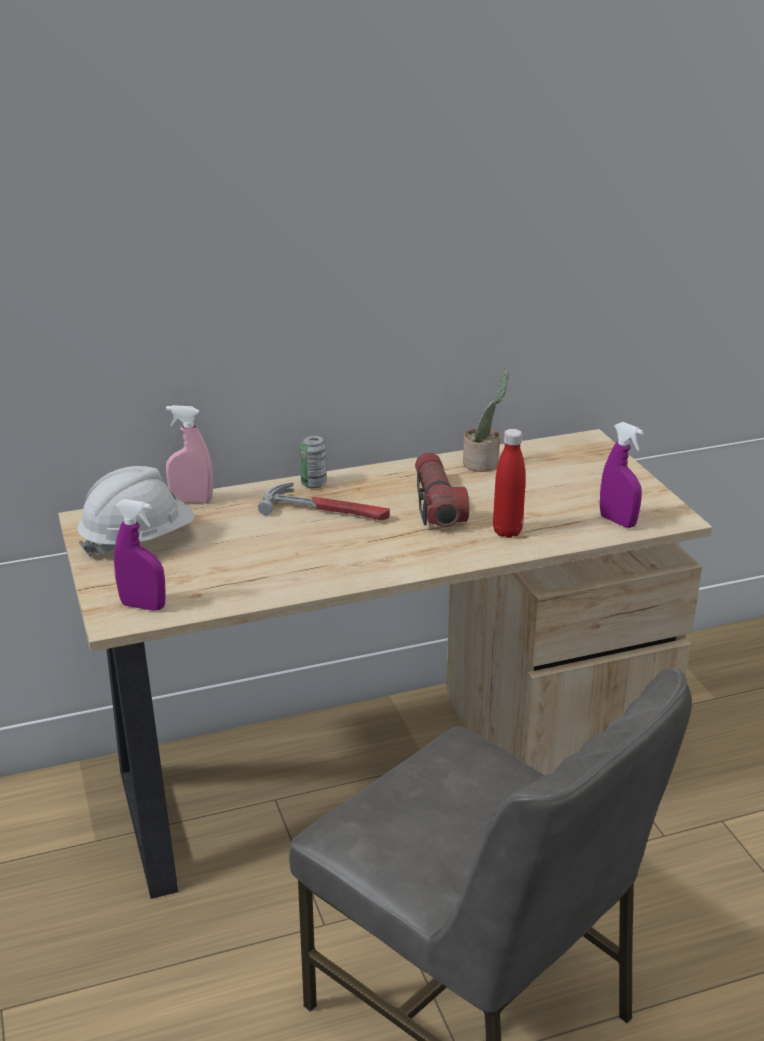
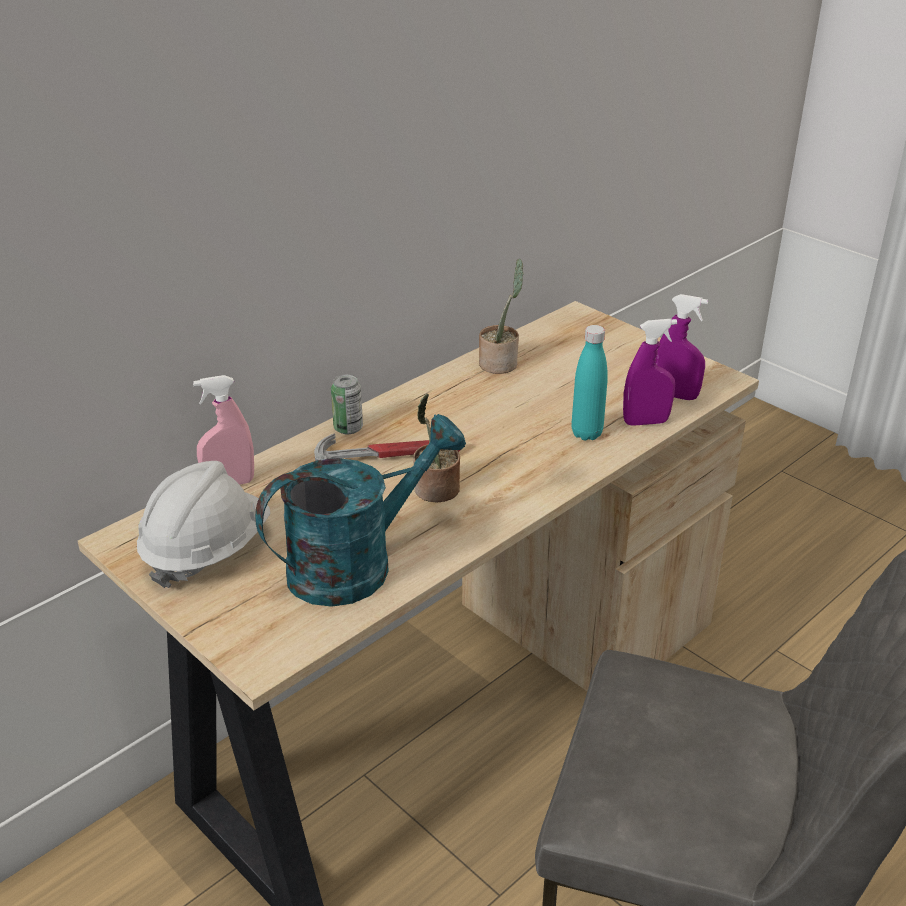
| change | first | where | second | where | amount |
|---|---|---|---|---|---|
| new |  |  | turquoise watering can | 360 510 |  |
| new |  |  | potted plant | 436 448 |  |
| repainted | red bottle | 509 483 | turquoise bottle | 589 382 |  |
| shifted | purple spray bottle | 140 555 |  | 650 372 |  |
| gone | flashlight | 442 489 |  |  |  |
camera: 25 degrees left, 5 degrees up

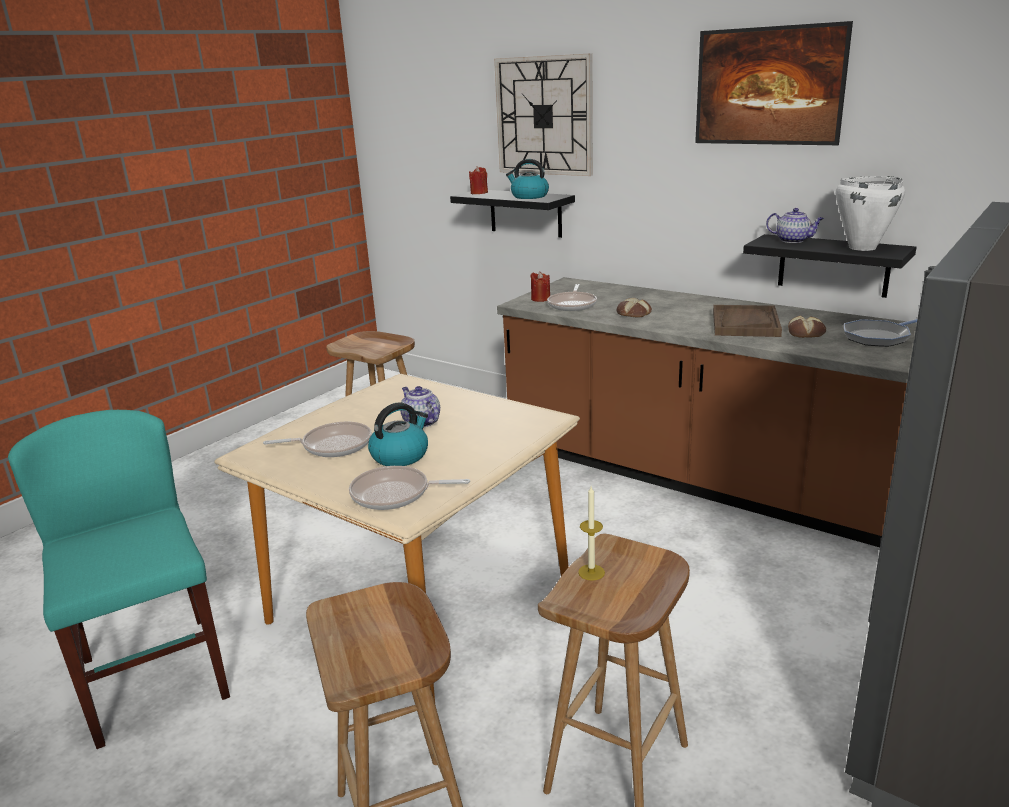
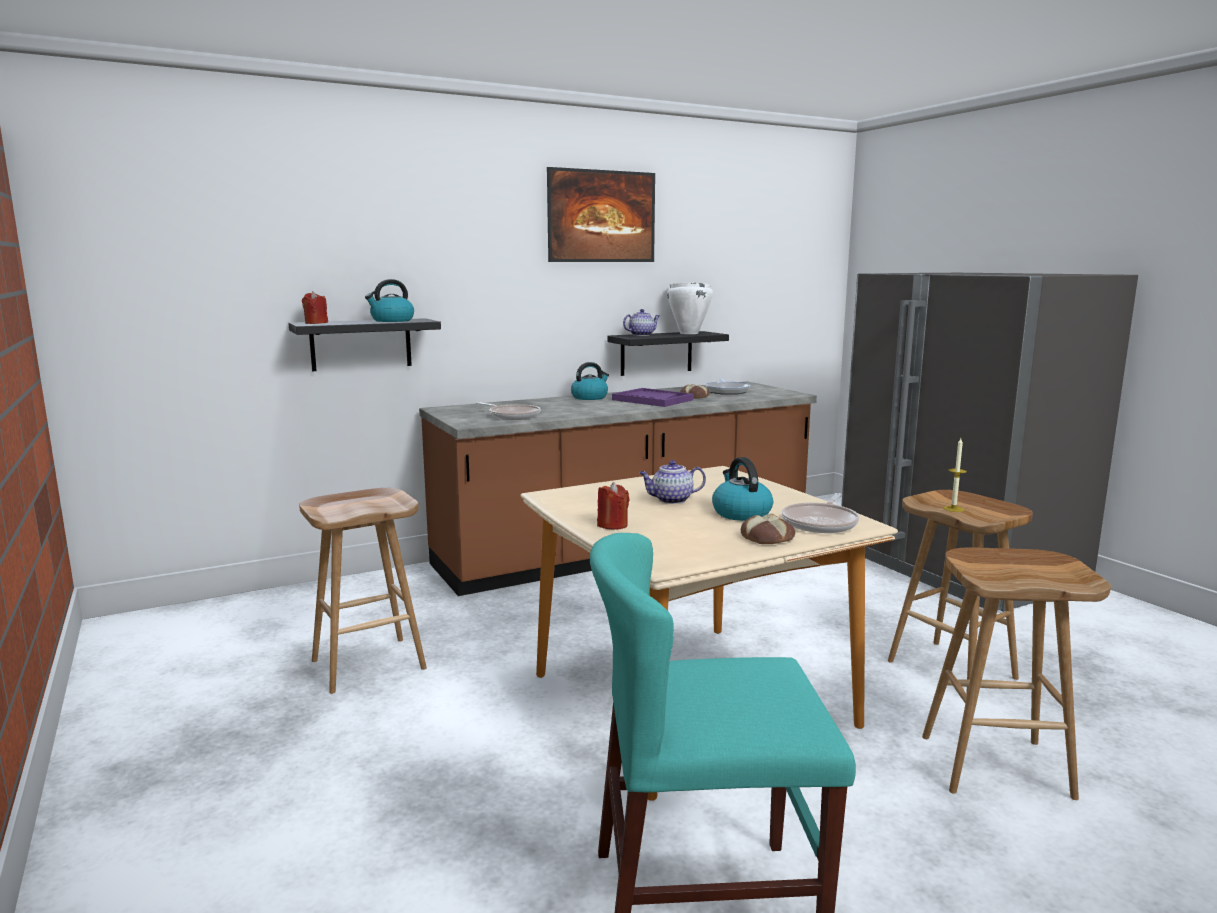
| change | first | where | second | where | amount |
|---|---|---|---|---|---|
| new |  |  | kettle | 590 381 |  |
| shifted | red candle | 540 286 |  | 613 506 |  |
| repainted | brown tray | 747 321 | purple tray | 653 397 |  |
| shifted | bread | 634 308 |  | 768 529 |  |
| gone | frying pan | 317 439 |  |  |  |
| gone | wall clock | 543 114 |  |  |  |
camera: 65 degrees left, 10 degrees down

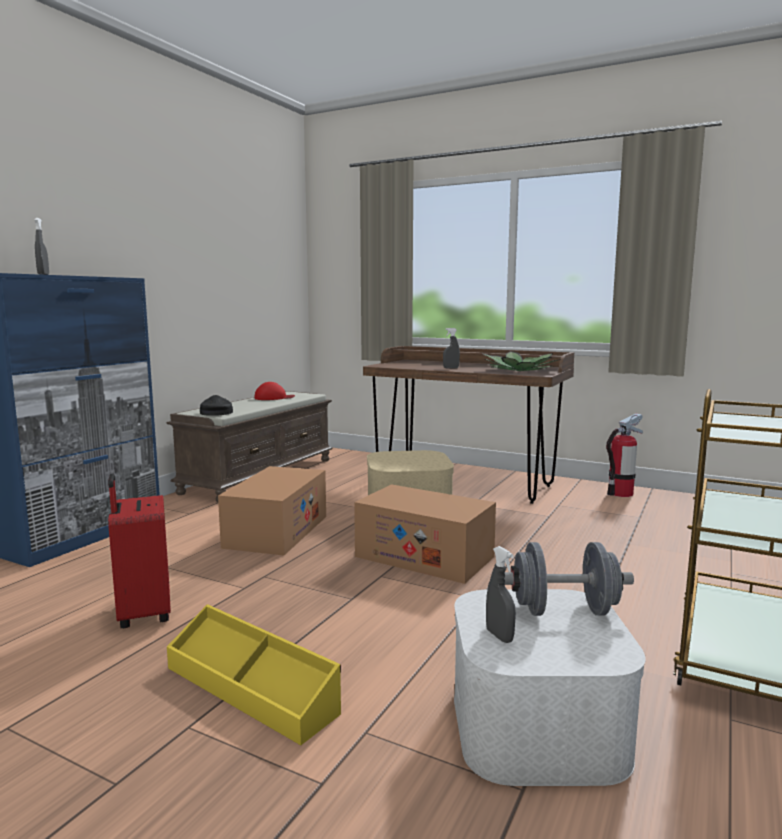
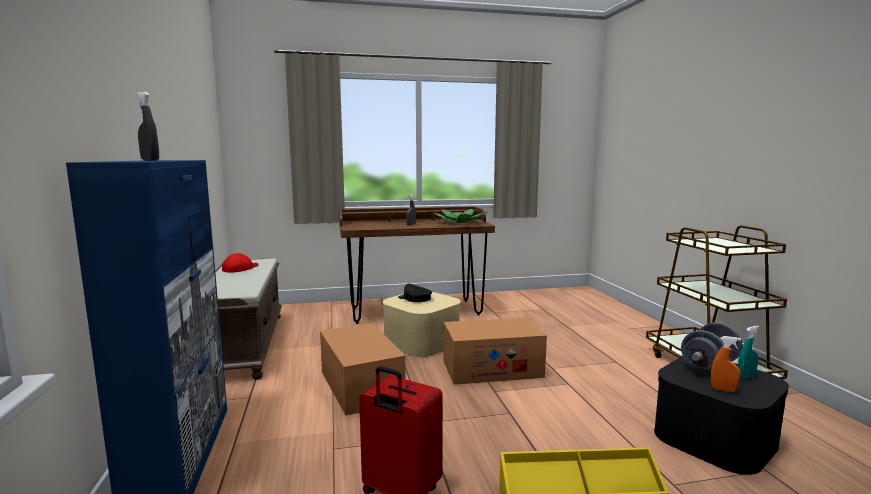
| change | first | where | second | where | amount |
|---|---|---|---|---|---|
| shifted | black cap | 216 405 |  | 415 292 |  |
| repainted | white storage box | 550 687 | black storage box | 721 415 |  |
| repainted | grey spray bottle | 501 594 | orange spray bottle | 726 364 |  |
| new |  |  | turquoise spray bottle | 749 353 |  |
| gone | fire extinguisher | 624 455 |  |  |  |
camera: 40 degrees left, 0 degrees up

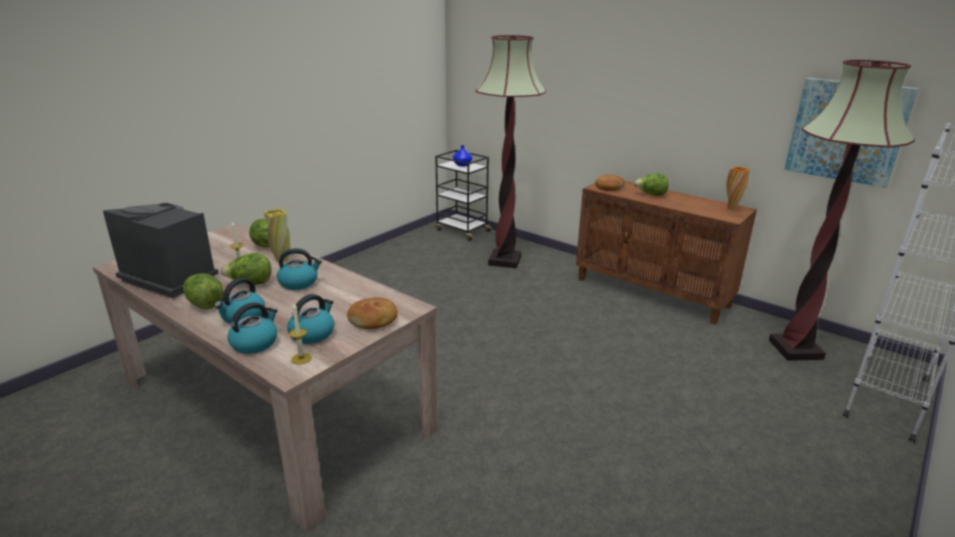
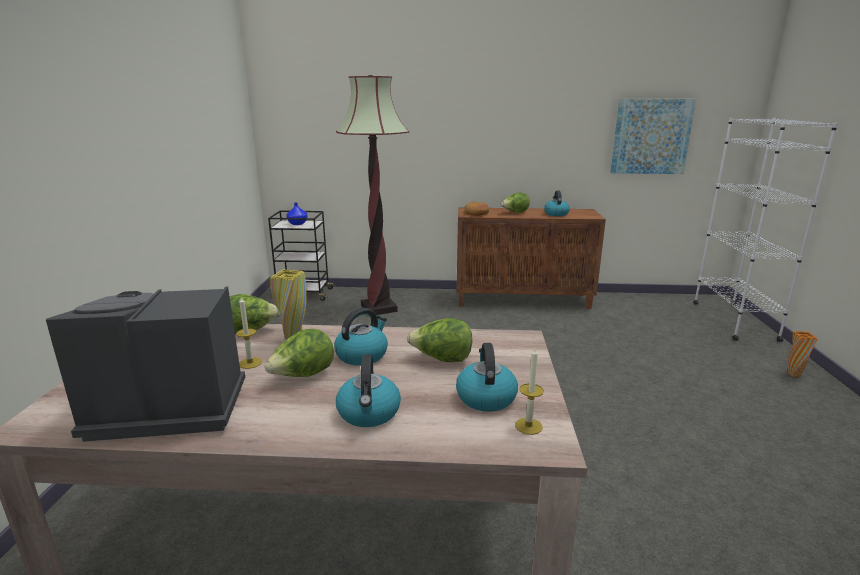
| change | first | where | second | where | amount |
|---|---|---|---|---|---|
| shifted | lettuce | 203 291 |  | 440 340 |  |
| shifted | kettle | 252 328 |  | 557 203 |  |
| shifted | orange vase | 737 189 |  | 802 354 |  |
| gone | bread | 372 313 |  |  |  |
| gone | floor lamp | 842 210 |  |  |  |
camera: 35 degrees left, 5 degrees down

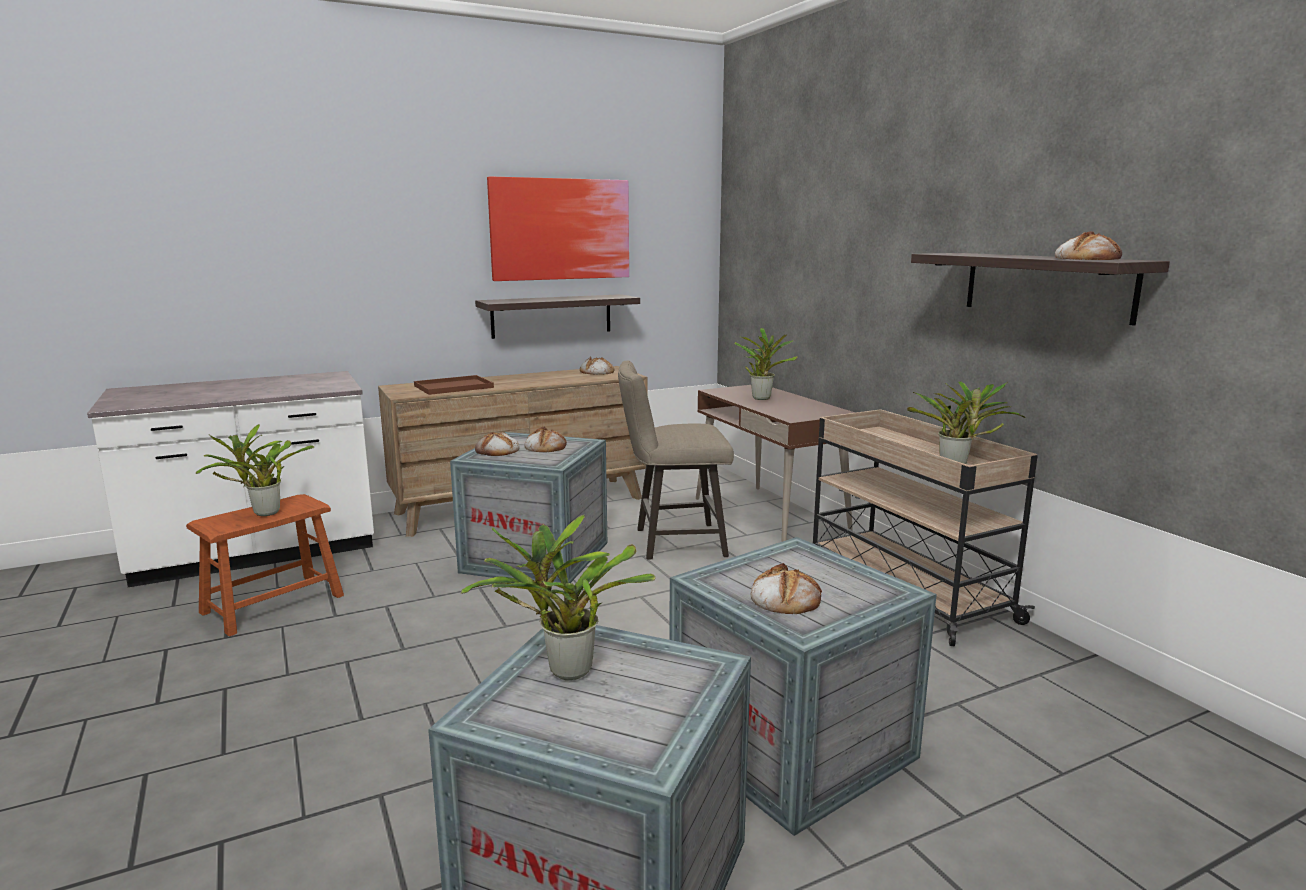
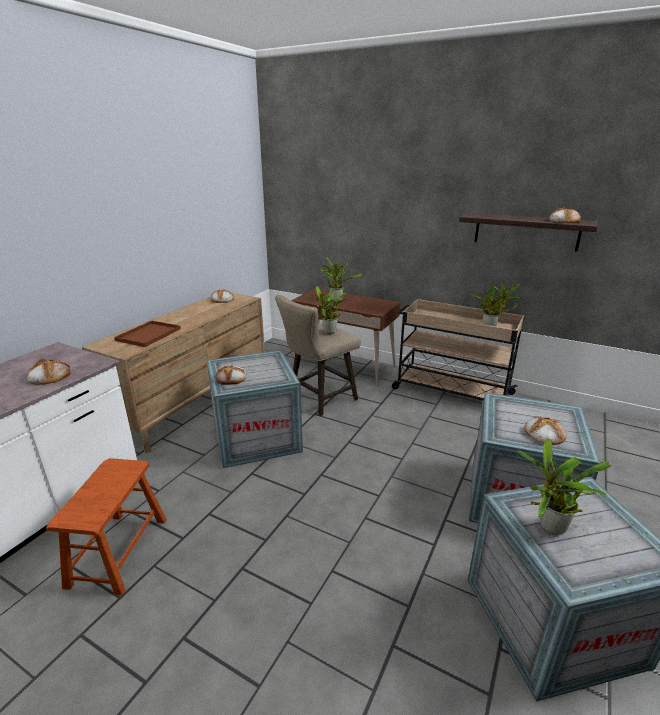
| change | first | where | second | where | amount |
|---|---|---|---|---|---|
| shifted | bread | 545 439 |  | 49 371 |  |
| shifted | potted plant | 255 470 |  | 327 310 |  |
| gone | shelf | 557 316 |  |  |  |
| gone | picture | 558 228 |  |  |  |
camera: 35 degrees left, 10 degrees up

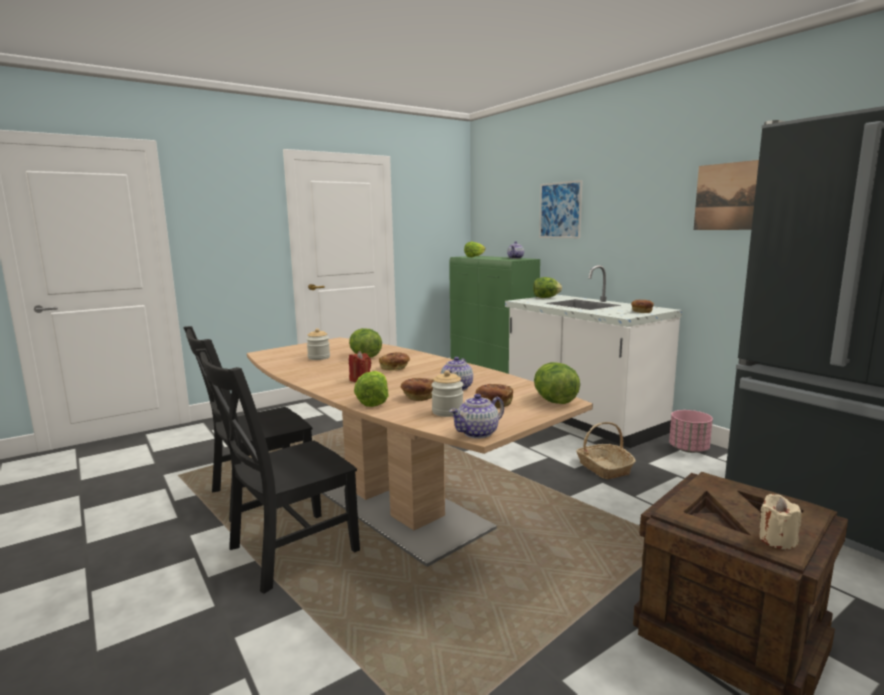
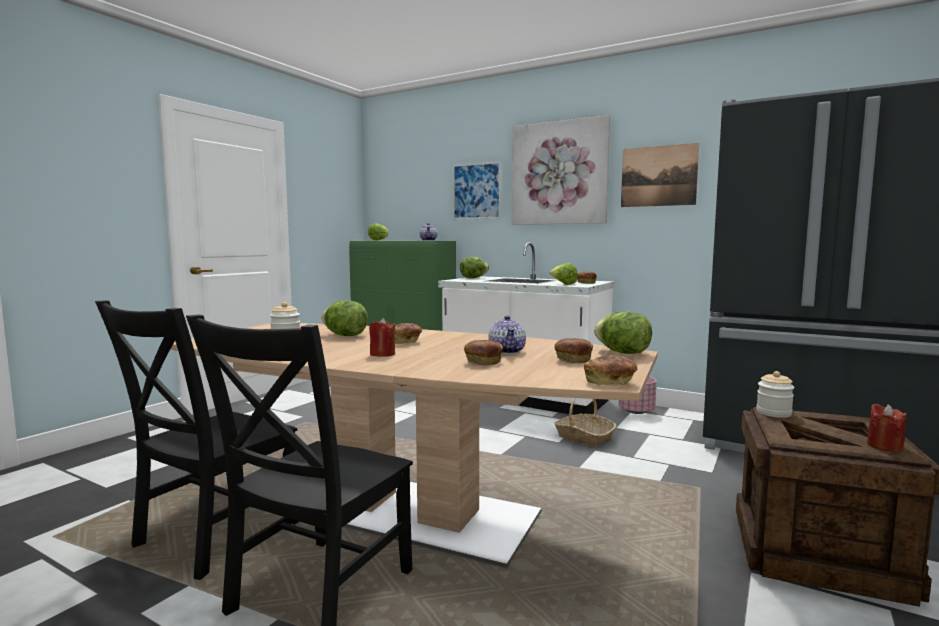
| change | first | where | second | where | amount |
|---|---|---|---|---|---|
| new |  |  | picture | 561 170 |  |
| shifted | lettuce | 371 389 |  | 563 274 |  |
| swapped | teapot | 476 416 | bread | 610 370 |  |
| shifted | jar | 447 393 |  | 775 394 |  |
| repainted | beige candle | 780 521 | red candle | 887 428 |  |
camera: 25 degrees left, 5 degrees down

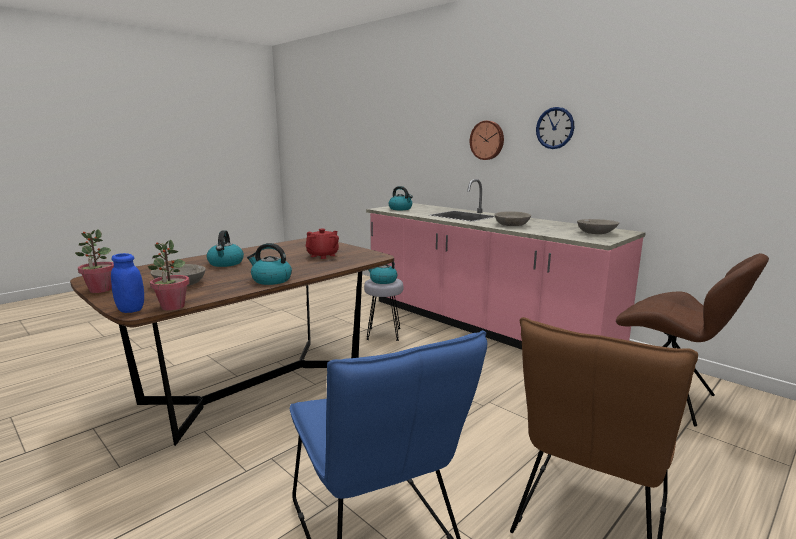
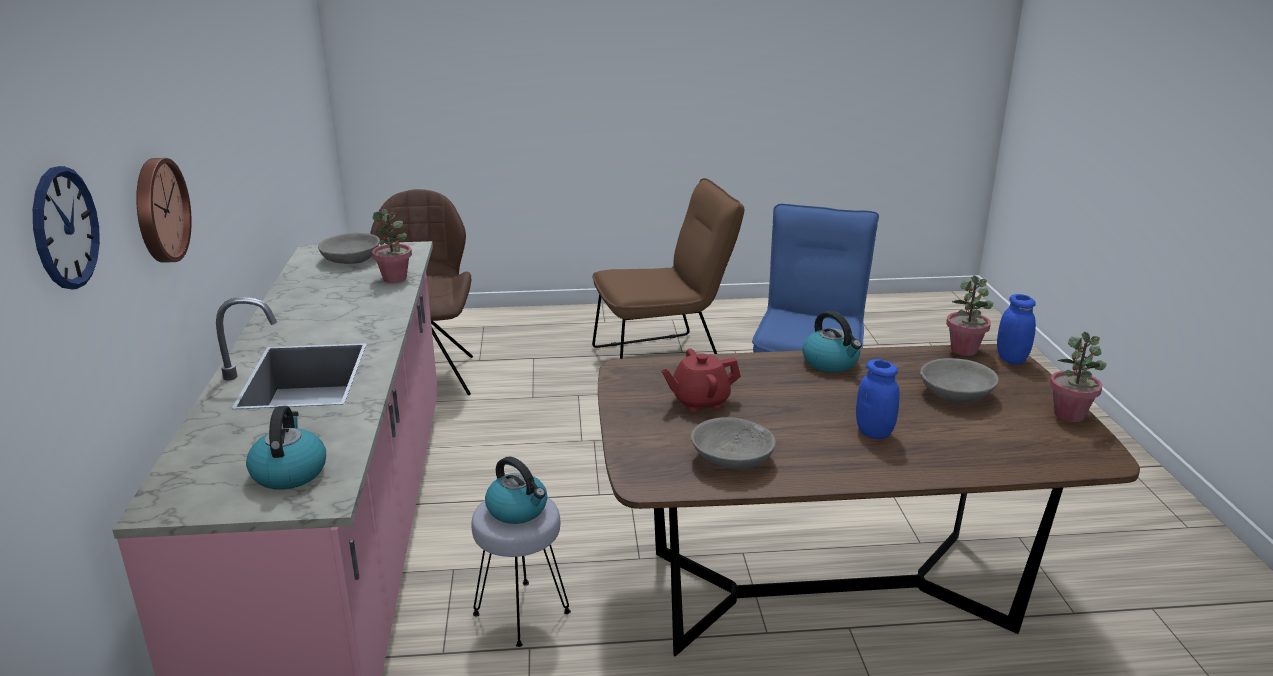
| change | first | where | second | where | amount |
|---|---|---|---|---|---|
| shifted | wall clock | 555 128 |  | 66 227 |  |
| new |  |  | potted plant | 392 246 |  |
| shifted | grey bowl | 512 219 |  | 733 443 |  |
| swapped | kettle | 225 248 | blue jar | 878 399 |  |
camera: 140 degrees left, 10 degrees up

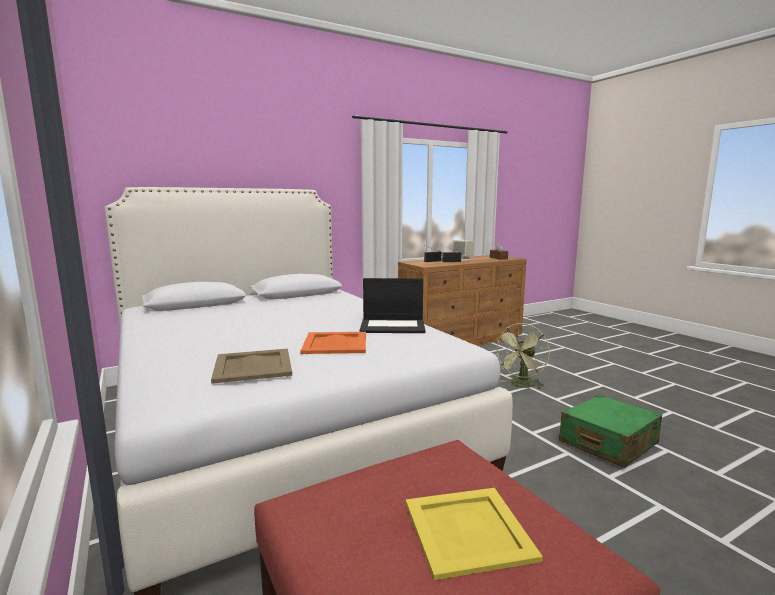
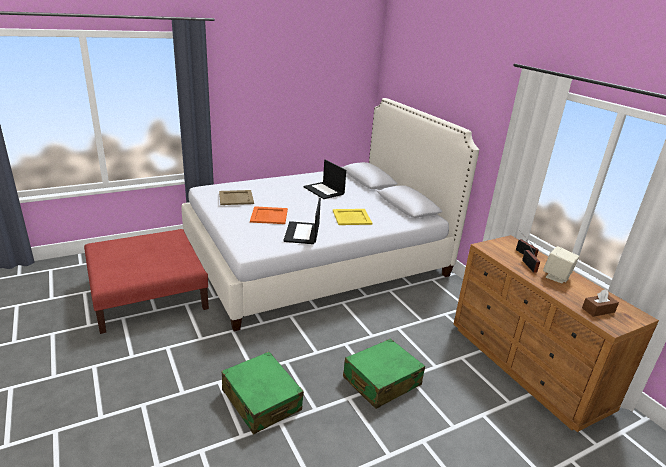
| change | first | where | second | where | amount |
|---|---|---|---|---|---|
| new |  |  | laptop | 324 179 |  |
| shifted | yellow tray | 474 534 |  | 352 217 |  |
| swapped | green fan | 522 356 | green suitcase | 384 374 |  |
camera: 90 degrees right, 15 degrees up

